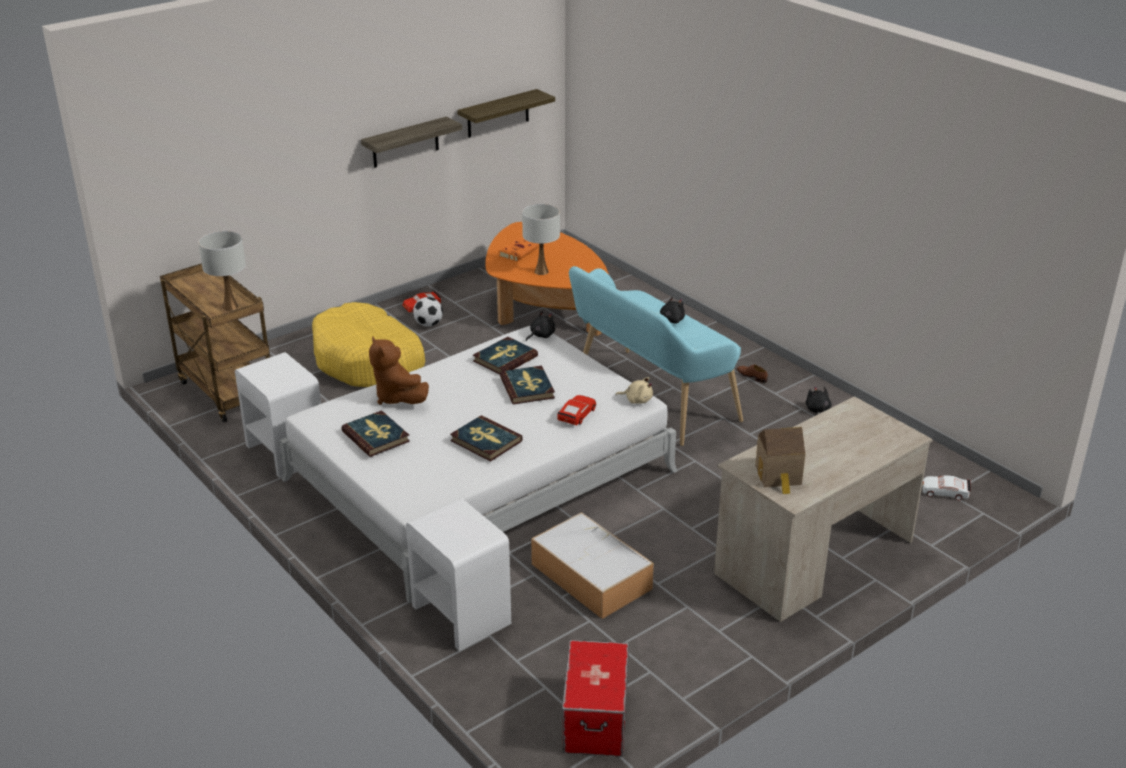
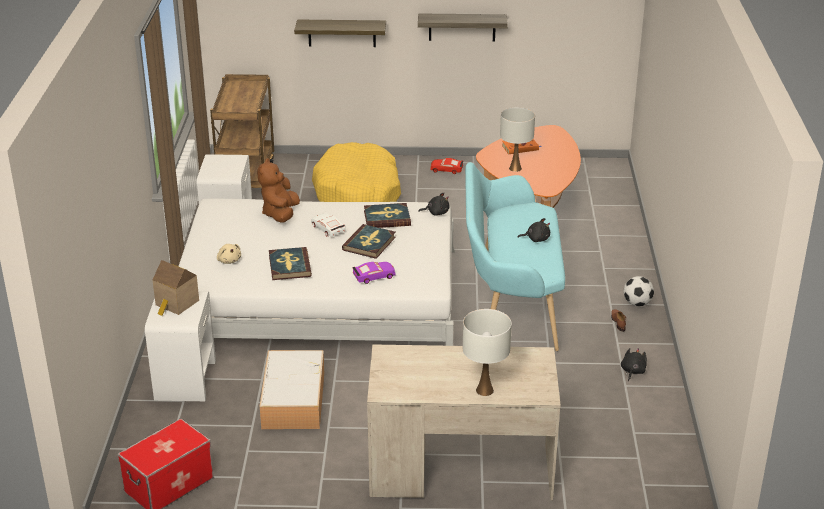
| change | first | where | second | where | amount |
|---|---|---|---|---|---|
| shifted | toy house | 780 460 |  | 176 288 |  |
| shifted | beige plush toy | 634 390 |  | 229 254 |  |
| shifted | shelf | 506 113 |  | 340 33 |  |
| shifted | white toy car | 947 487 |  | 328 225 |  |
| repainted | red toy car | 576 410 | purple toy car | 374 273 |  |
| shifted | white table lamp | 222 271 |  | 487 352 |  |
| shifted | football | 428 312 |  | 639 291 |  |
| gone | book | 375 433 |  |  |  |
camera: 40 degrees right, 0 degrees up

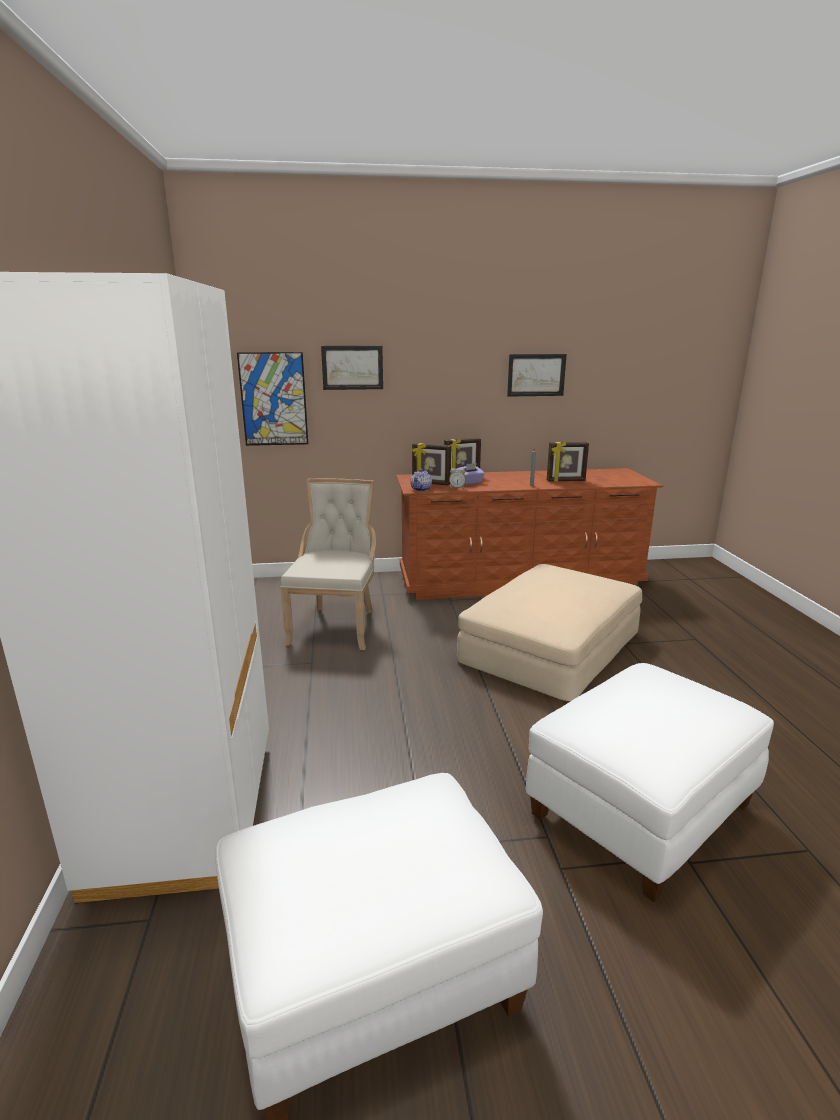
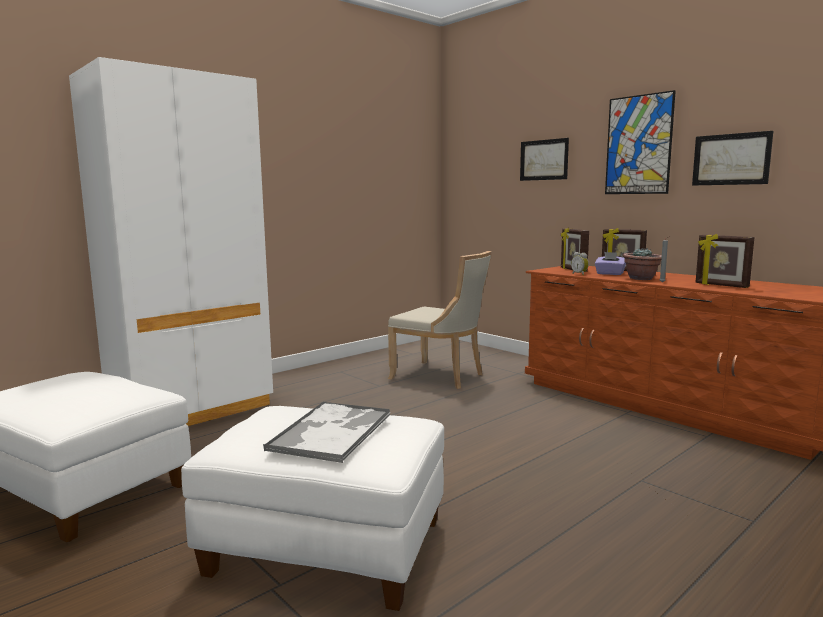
| change | first | where | second | where | amount |
|---|---|---|---|---|---|
| new |  |  | tray | 327 432 |  |
| rotated | beige chair | 328 564 |  | 440 320 | 60 degrees clockwise |
| shifted | picture | 272 399 |  | 640 142 |  |
| new |  |  | potted plant | 642 264 |  |
| gone | teapot | 421 480 |  |  |  |
| gone | beige ottoman | 549 633 |  |  |  |
camera: 55 degrees right, 10 degrees down

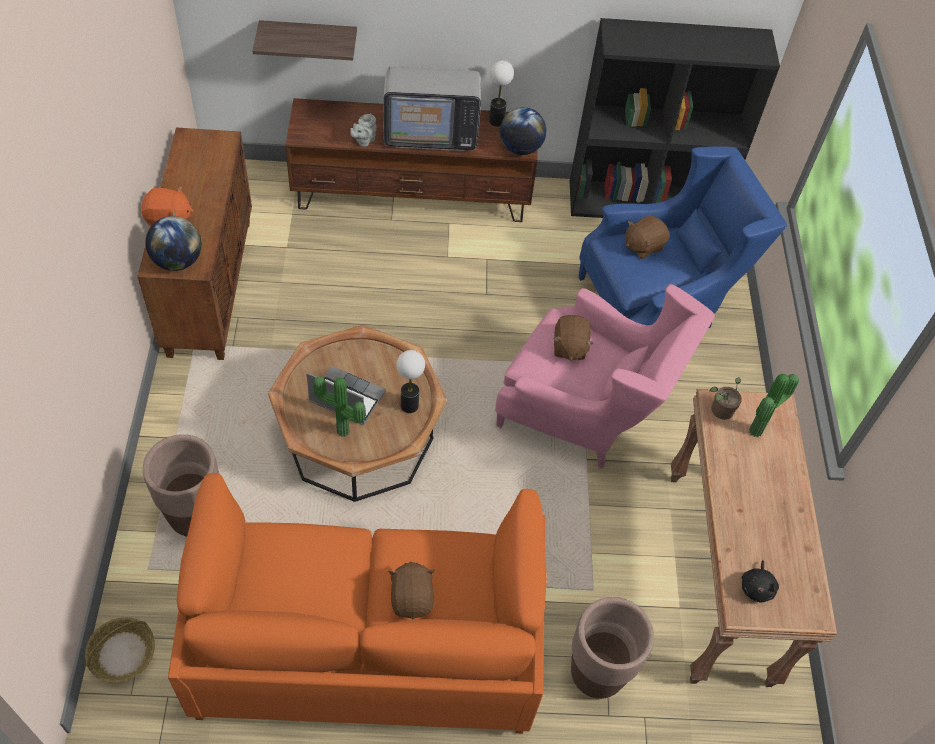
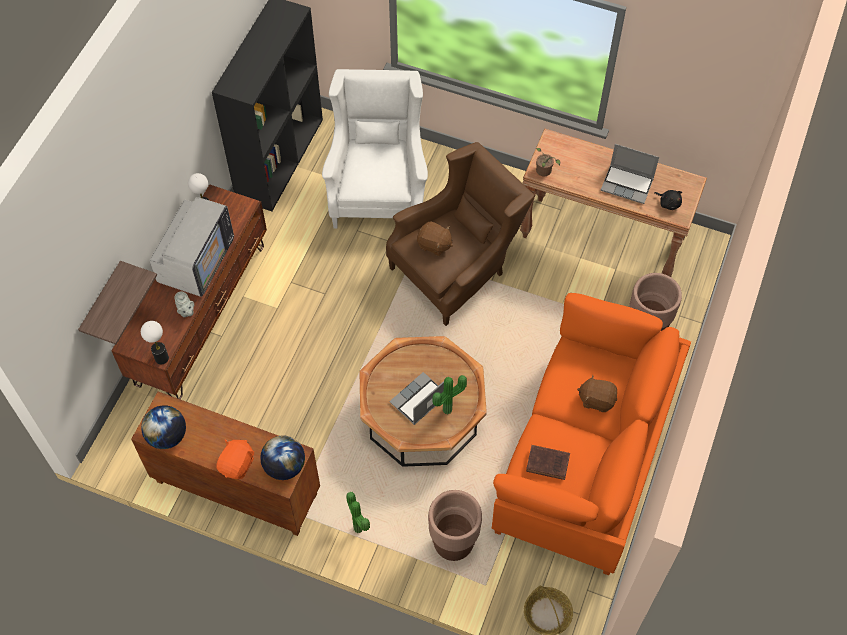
| change | first | where | second | where | amount |
|---|---|---|---|---|---|
| shifted | table lamp | 410 381 |  | 155 342 |  |
| shifted | globe | 523 131 |  | 163 427 |  |
| repainted | blue armchair | 683 237 | white armchair | 375 149 |  |
| shifted | potted plant | 774 405 |  | 358 512 |  |
| repainted | pink armchair | 605 376 | brown armchair | 460 234 |  |
| new |  |  | brown book | 548 462 |  |
| new |  |  | laptop | 630 174 |  |
| gone | brown plush toy | 647 237 |  |  |  |
camera: 65 degrees left, 5 degrees up

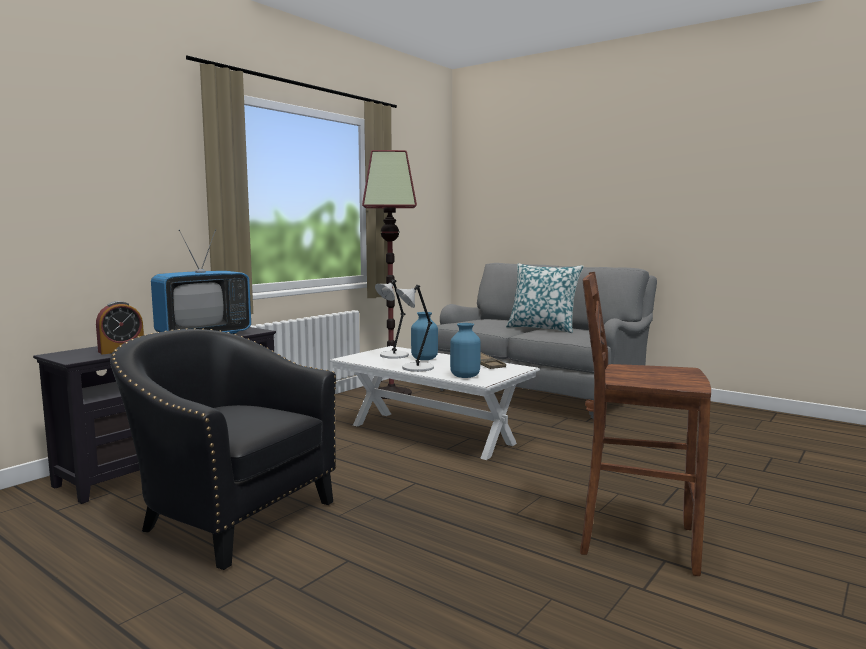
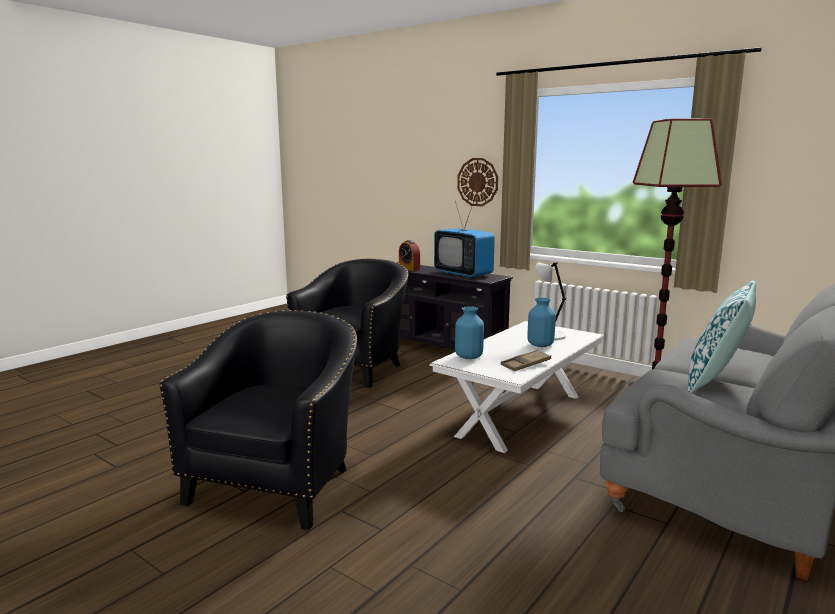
| change | first | where | second | where | amount |
|---|---|---|---|---|---|
| swapped | brown stool | 645 424 | black armchair | 258 420 |  |
| new |  |  | wall clock | 477 182 |  |
| gone | grey table lamp | 415 328 |  |  |  |
camera: 90 degrees right, 5 degrees up

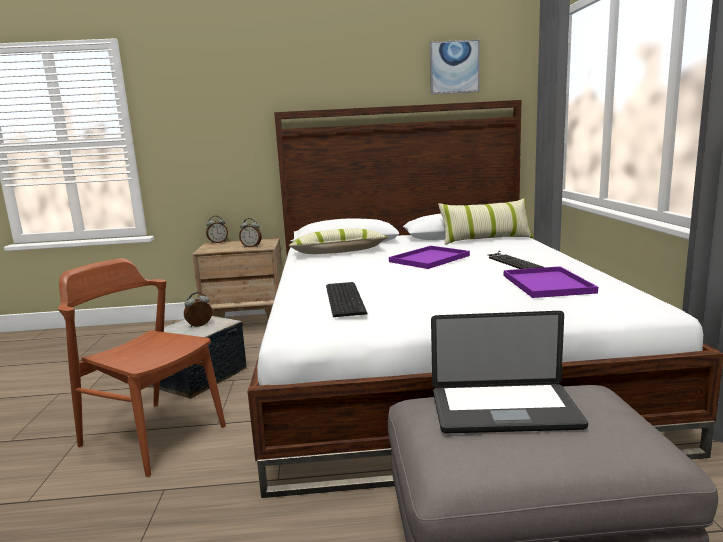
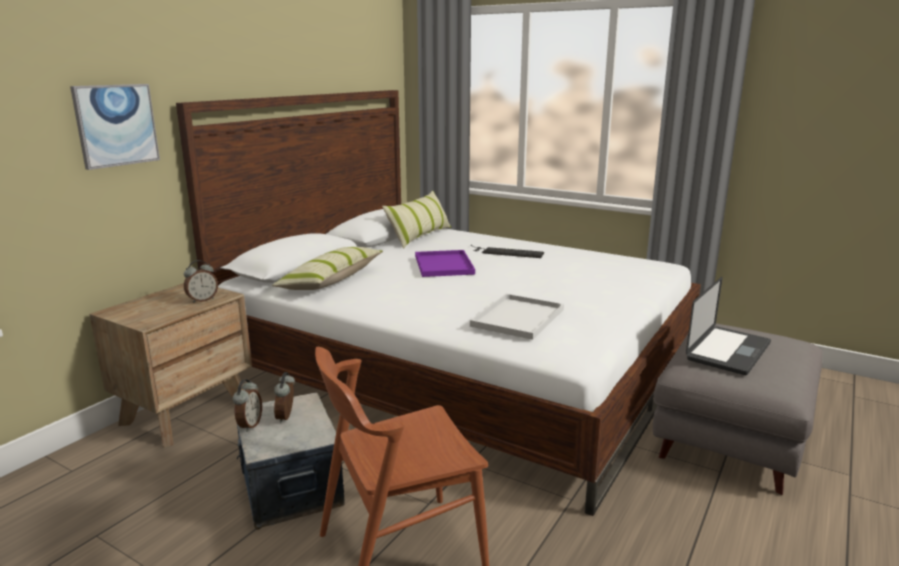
| change | first | where | second | where | amount |
|---|---|---|---|---|---|
| shifted | picture | 455 67 |  | 115 127 |  |
| shifted | alarm clock | 217 230 |  | 247 405 |  |
| swapped | keyboard | 347 299 | white tray | 517 317 |  |
| gone | purple tray | 551 282 |  |  |  |
camera: 55 degrees left, 5 degrees up

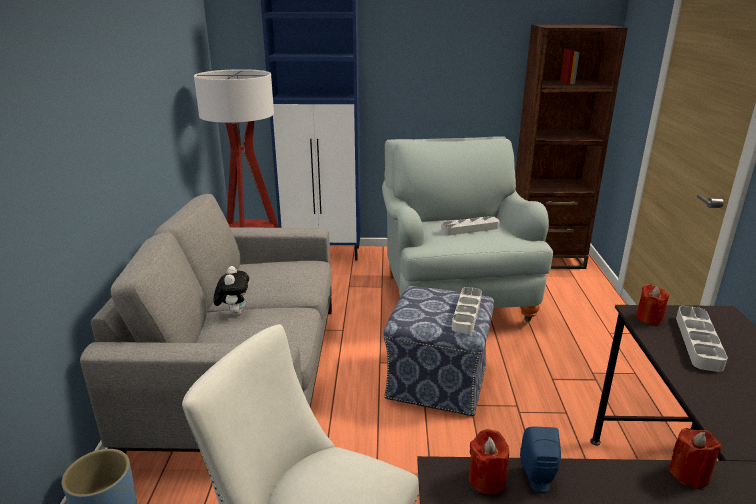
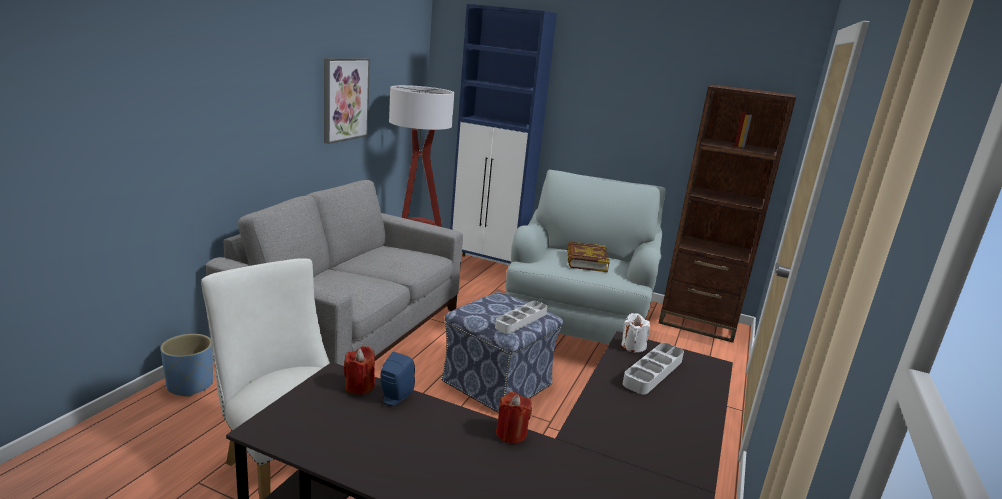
| change | first | where | second | where | amount |
|---|---|---|---|---|---|
| new |  |  | picture | 347 101 |  |
| swapped | grey tray | 470 225 | book | 588 257 |  |
| repainted | red candle | 652 304 | white candle | 636 333 |  |
| gone | plush toy | 231 291 |  |  |  |
camera: 20 degrees right, 5 degrees down

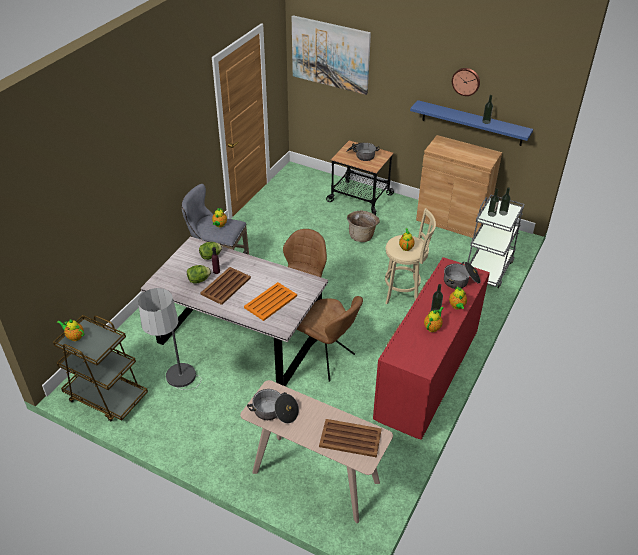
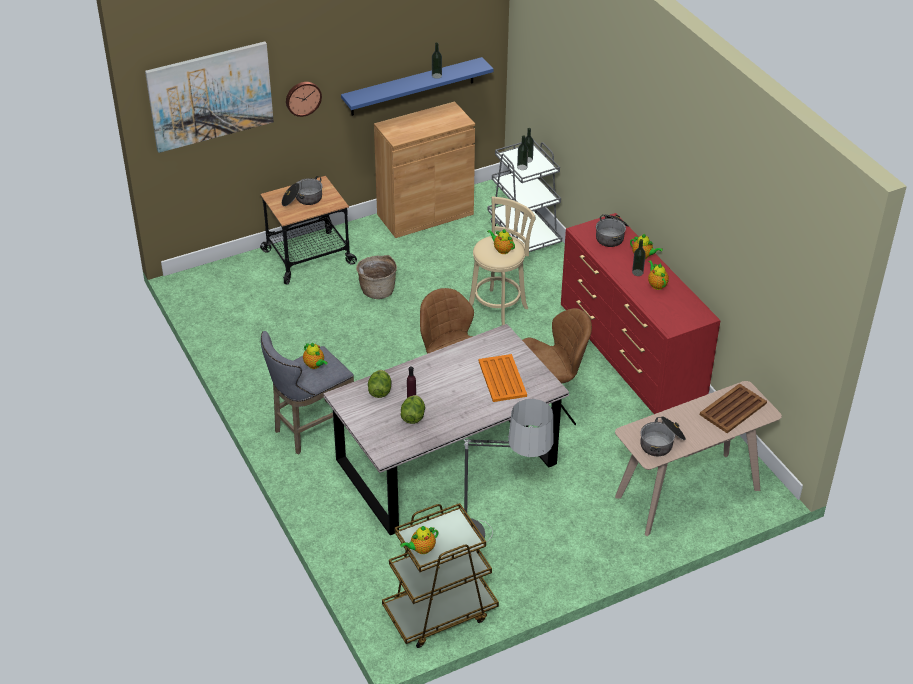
| change | first | where | second | where | amount |
|---|---|---|---|---|---|
| shifted | wall clock | 466 82 |  | 304 99 |  |
| gone | brown tray | 226 286 |  |  |  |
camera: 55 degrees left, 0 degrees up

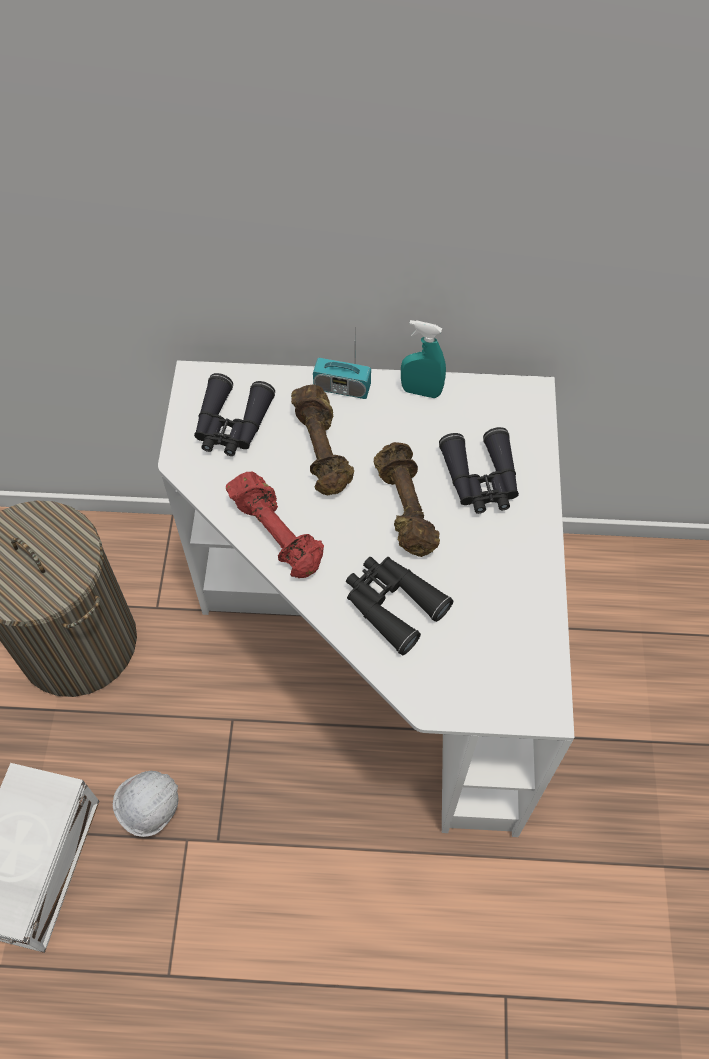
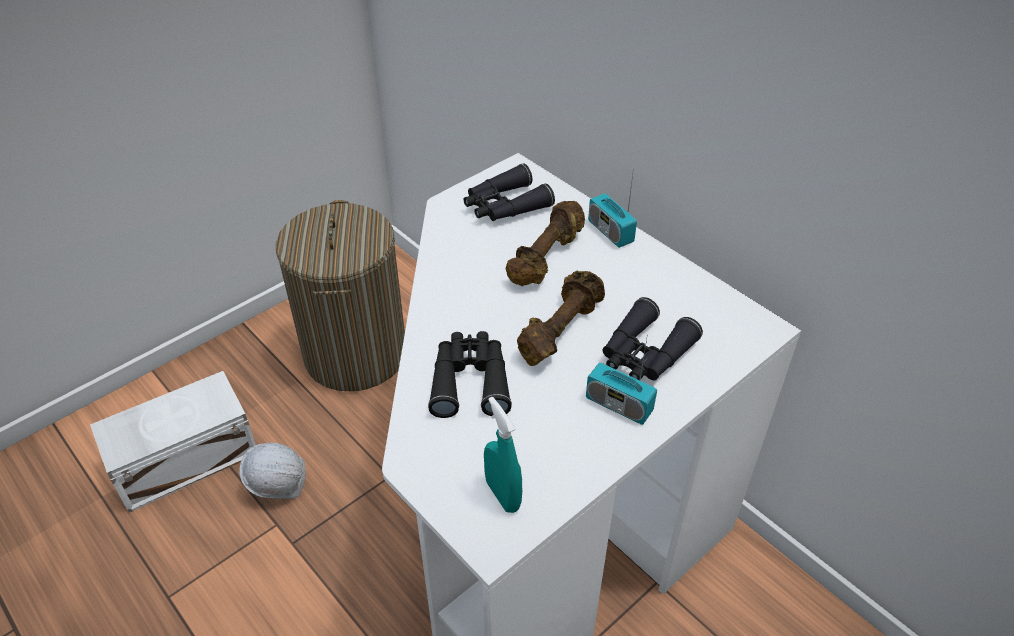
| change | first | where | second | where | amount |
|---|---|---|---|---|---|
| shifted | turquoise spray bottle | 423 359 |  | 503 455 |  |
| new |  |  | radio | 621 382 |  |
| gone | red dumbbell | 275 524 |  |  |  |
camera: 45 degrees right, 15 degrees down

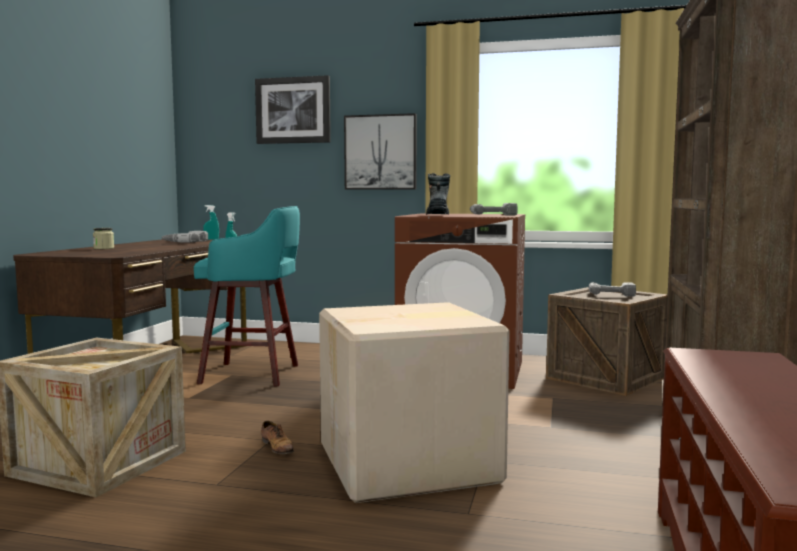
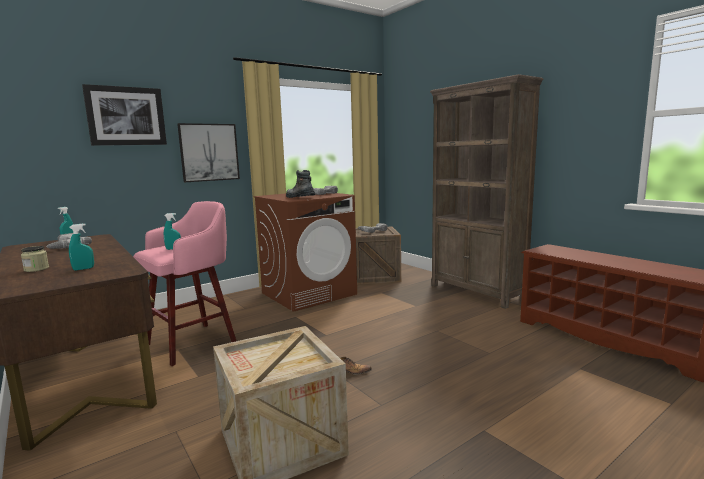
| change | first | where | second | where | amount |
|---|---|---|---|---|---|
| new |  |  | turquoise spray bottle | 81 247 |  |
| repainted | turquoise stool | 247 296 | pink stool | 184 283 |  |
| gone | cardboard box | 414 402 |  |  |  |
camera: 50 degrees left, 5 degrees up

